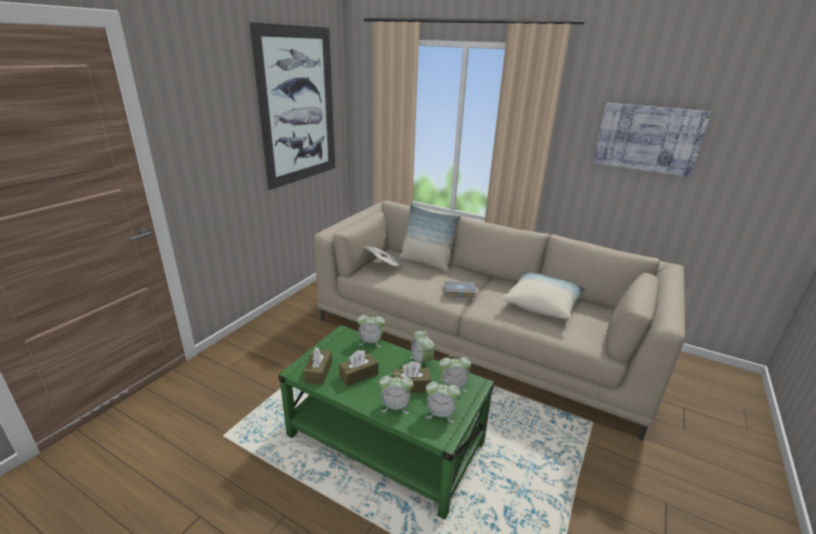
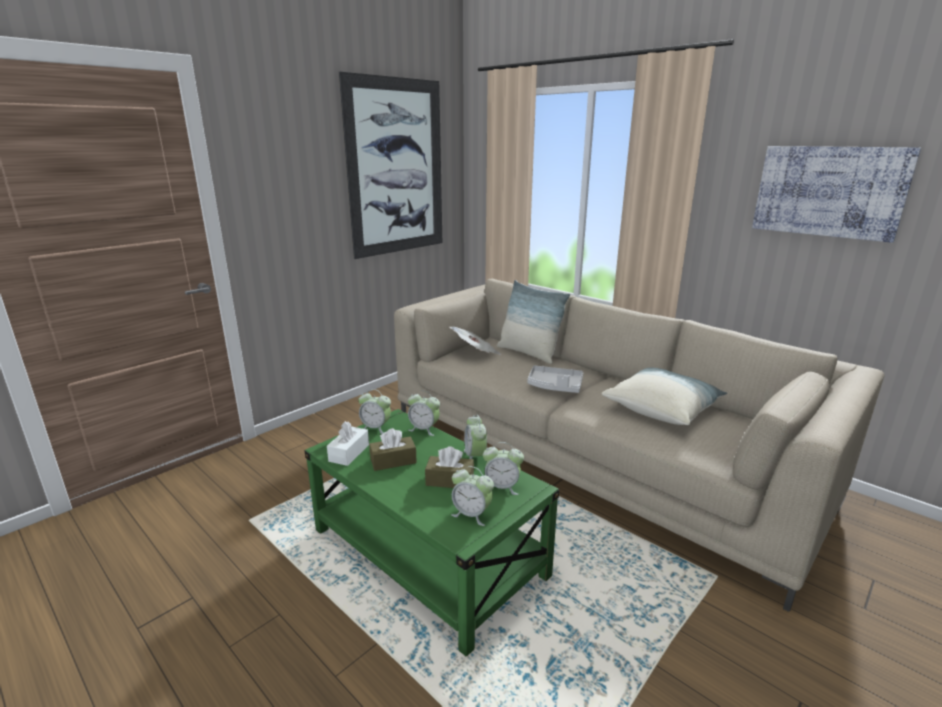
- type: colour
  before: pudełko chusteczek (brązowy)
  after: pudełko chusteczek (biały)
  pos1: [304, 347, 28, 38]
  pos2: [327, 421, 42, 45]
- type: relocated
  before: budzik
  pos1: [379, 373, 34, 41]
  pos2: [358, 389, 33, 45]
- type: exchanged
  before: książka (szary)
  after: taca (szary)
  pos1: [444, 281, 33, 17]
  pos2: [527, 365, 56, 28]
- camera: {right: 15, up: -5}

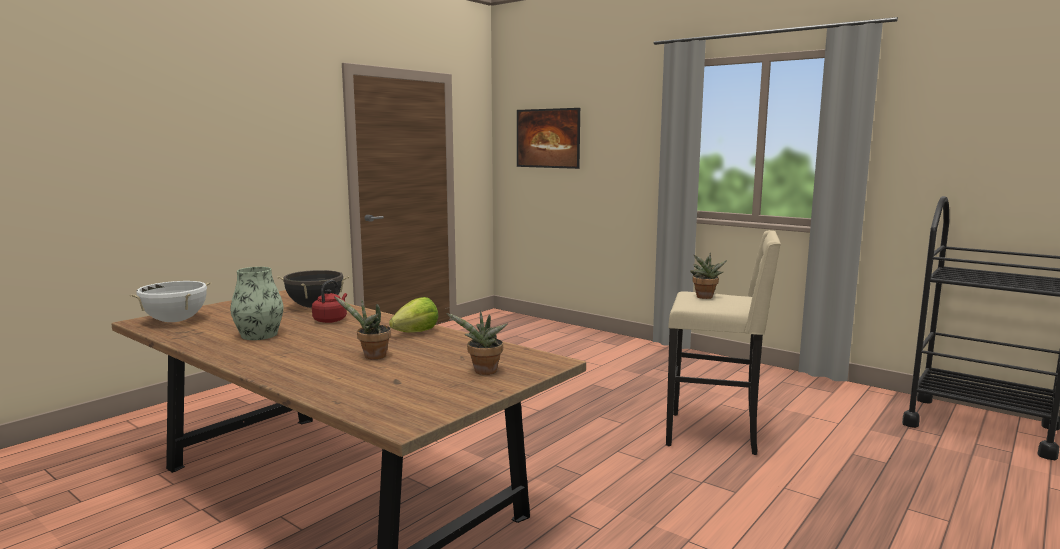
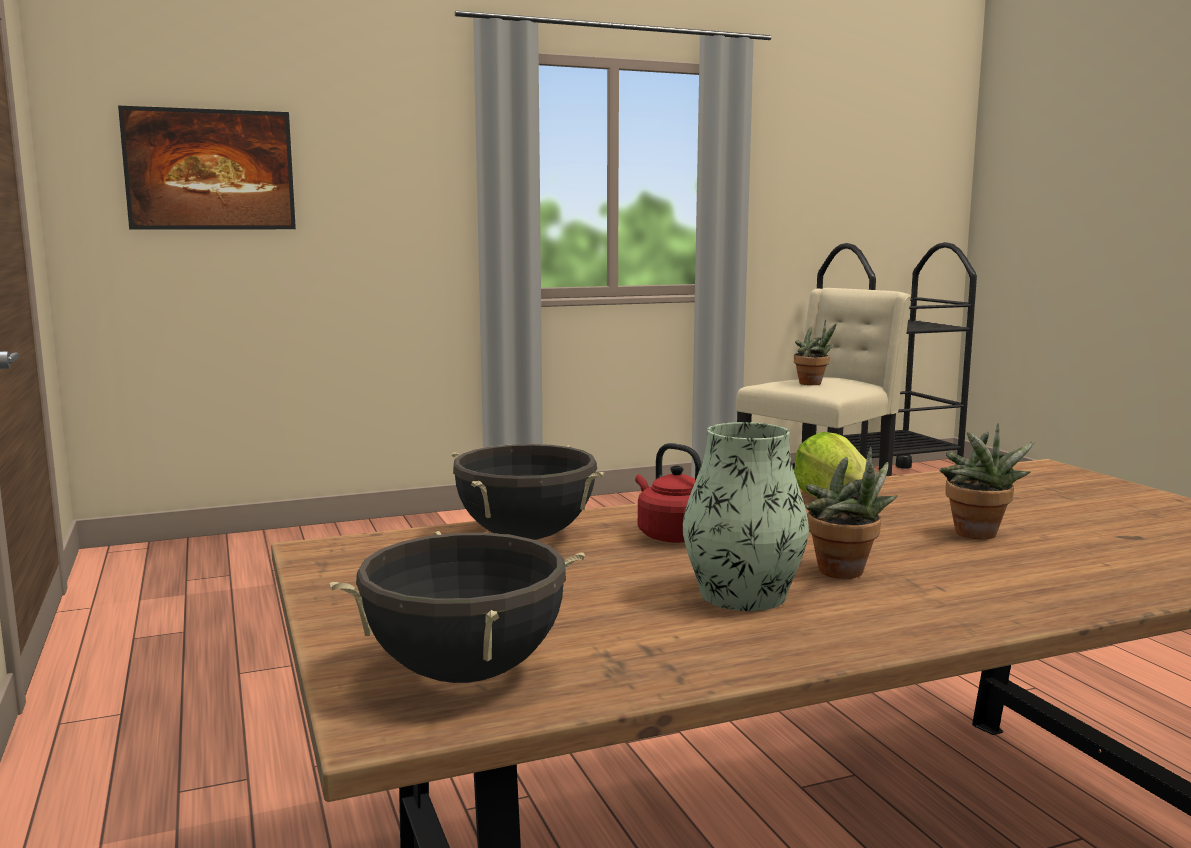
- type: colour
  before: garnek (biały)
  after: garnek (czarny)
  pos1: [130, 281, 81, 41]
  pos2: [330, 531, 255, 152]
- type: relocated
  before: roślina doniczkowa
  pos1: [446, 310, 62, 65]
  pos2: [806, 447, 92, 132]
- camera: {right: -60, up: 0}

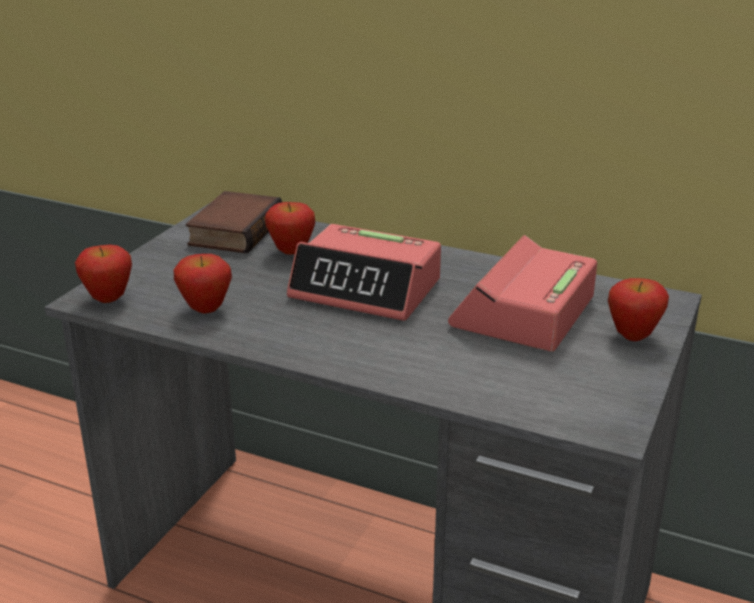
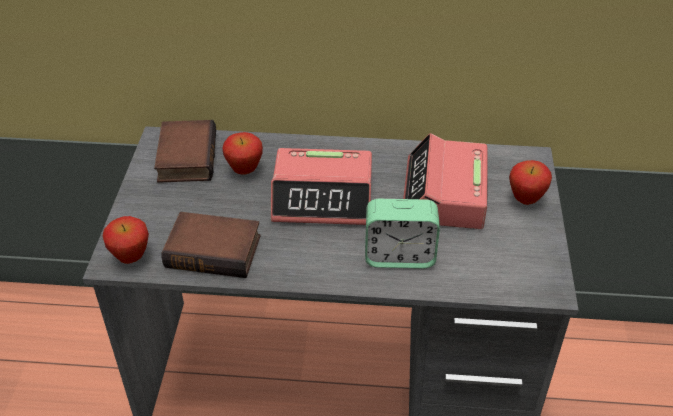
- type: exchanged
  before: jabłko
  after: książka
  pos1: [174, 254, 58, 60]
  pos2: [162, 212, 99, 66]
- type: appeared
  after: budzik
  pos2: [365, 199, 75, 70]
- camera: {right: -20, up: 15}

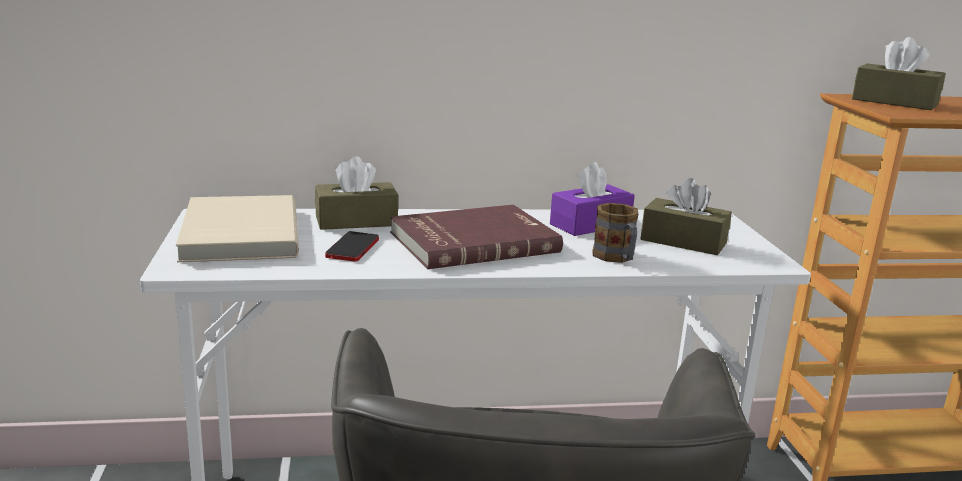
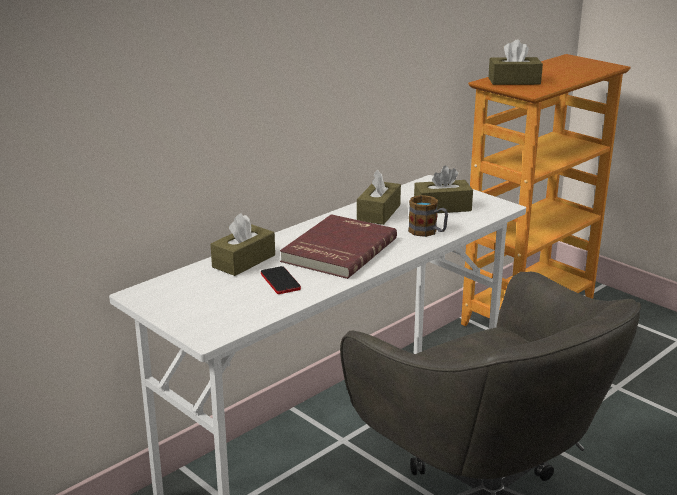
- type: missing
  before: książka (beżowy)
  pos1: [176, 195, 123, 67]
- type: colour
  before: pudełko chusteczek (fioletowy)
  after: pudełko chusteczek (brązowy)
  pos1: [550, 162, 85, 74]
  pos2: [357, 169, 44, 56]
- camera: {right: -35, up: 5}

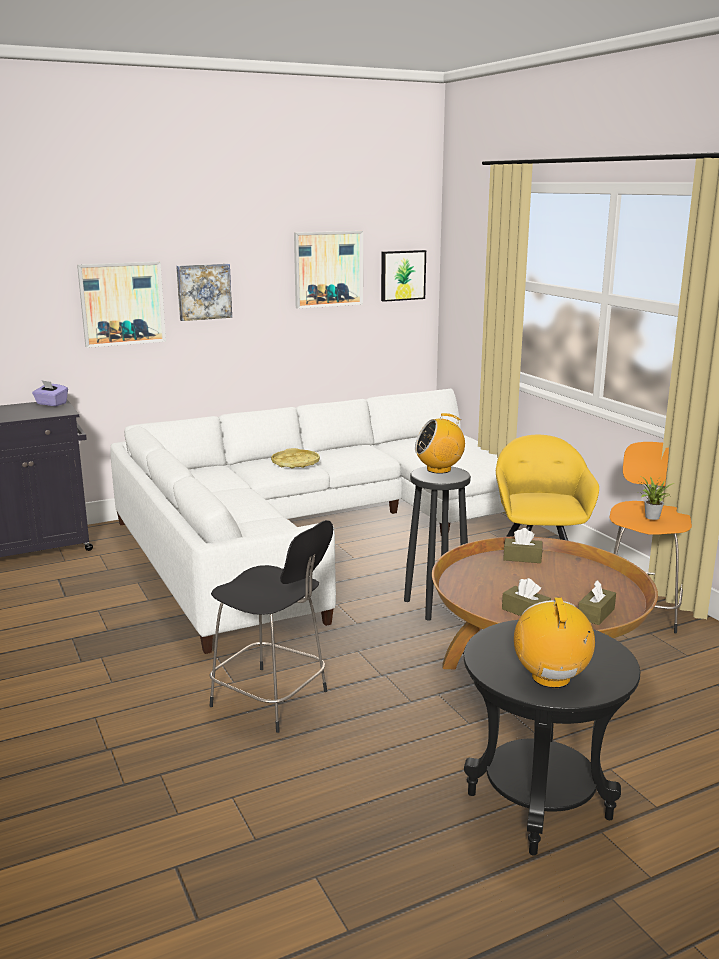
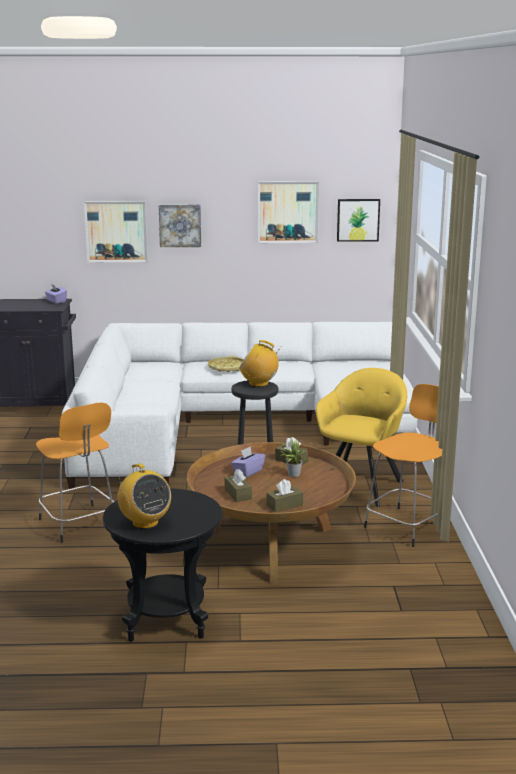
- type: colour
  before: stołek (czarny)
  after: stołek (pomarańczowy)
  pos1: [210, 520, 123, 213]
  pos2: [36, 403, 78, 140]
- type: spun
  before: radio
  pos1: [514, 597, 81, 91]
  pos2: [117, 464, 54, 65]
  turn: 120
- type: relocated
  before: roślina doniczkowa
  pos1: [638, 476, 36, 44]
  pos2: [280, 438, 28, 39]
- type: appeared
  after: pudełko chusteczek (fioletowy)
  pos2: [231, 447, 34, 30]
- camera: {right: 25, up: 0}

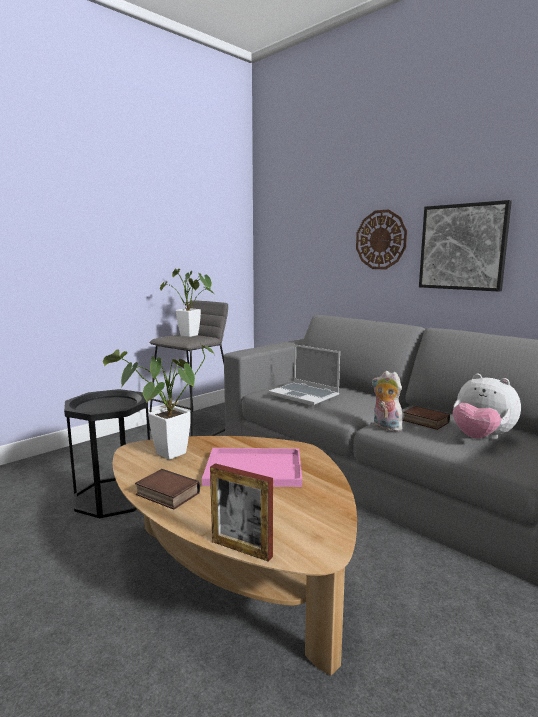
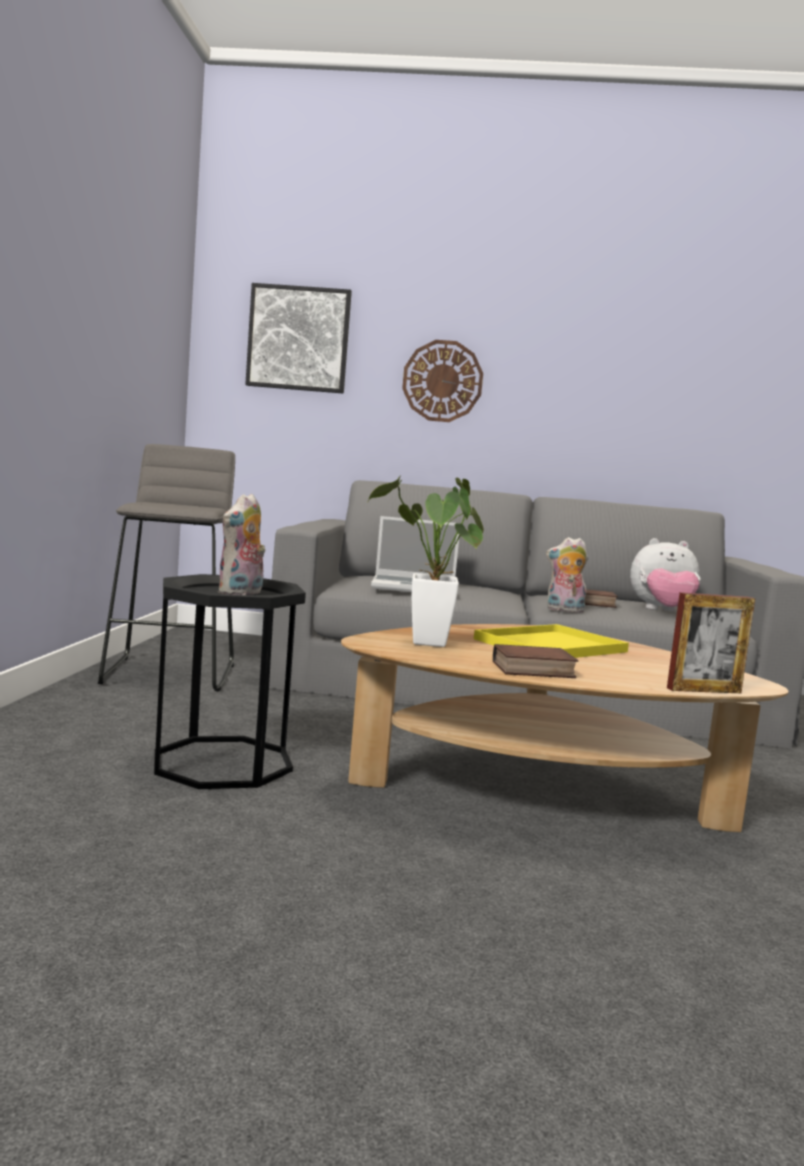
- type: missing
  before: roślina doniczkowa
  pos1: [160, 268, 54, 69]
- type: colour
  before: taca (różowy)
  after: taca (żółty)
  pos1: [202, 448, 100, 39]
  pos2: [474, 624, 155, 34]
- type: relocated
  before: obraz
  pos1: [419, 200, 93, 92]
  pos2: [245, 283, 107, 111]
- type: appeared
  after: pluszak
  pos2: [218, 494, 47, 101]
- camera: {right: -40, up: -5}

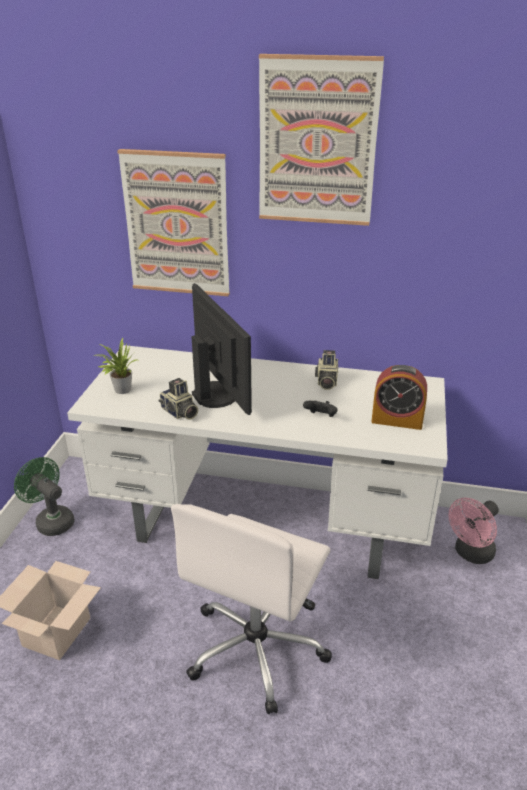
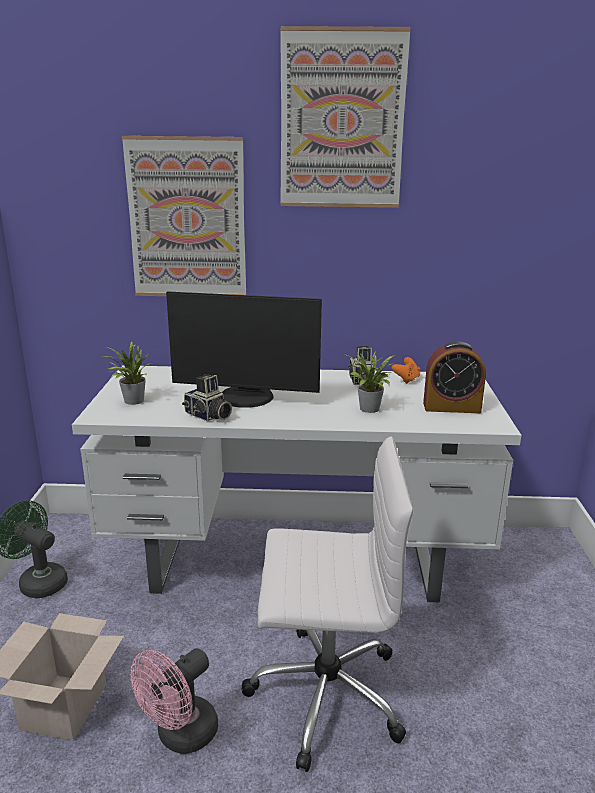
- type: spun
  before: krzesło biurowe (biały)
  pos1: [171, 504, 161, 210]
  pos2: [241, 437, 172, 335]
  turn: -105
- type: spun
  before: monitor
  pos1: [191, 283, 61, 132]
  pos2: [166, 291, 156, 117]
  turn: 135
- type: exchanged
  before: pad do gier (czarny)
  after: roślina doniczkowa
  pos1: [303, 400, 34, 17]
  pos2: [343, 351, 50, 62]
- type: relocated
  before: wentylator (różowy)
  pos1: [448, 498, 51, 66]
  pos2: [130, 648, 88, 106]
- type: appeared
  after: pad do gier (pomarańczowy)
  pos2: [392, 357, 28, 27]
- camera: {right: -10, up: -10}

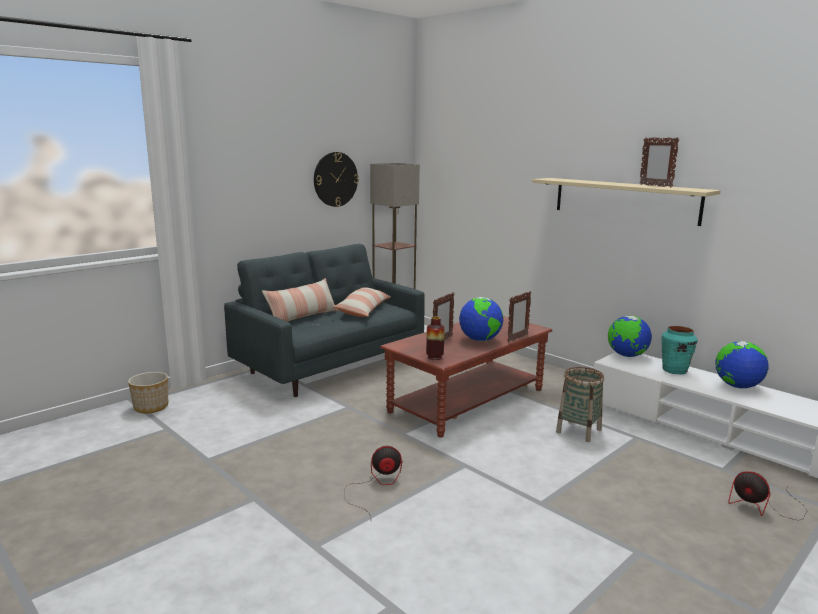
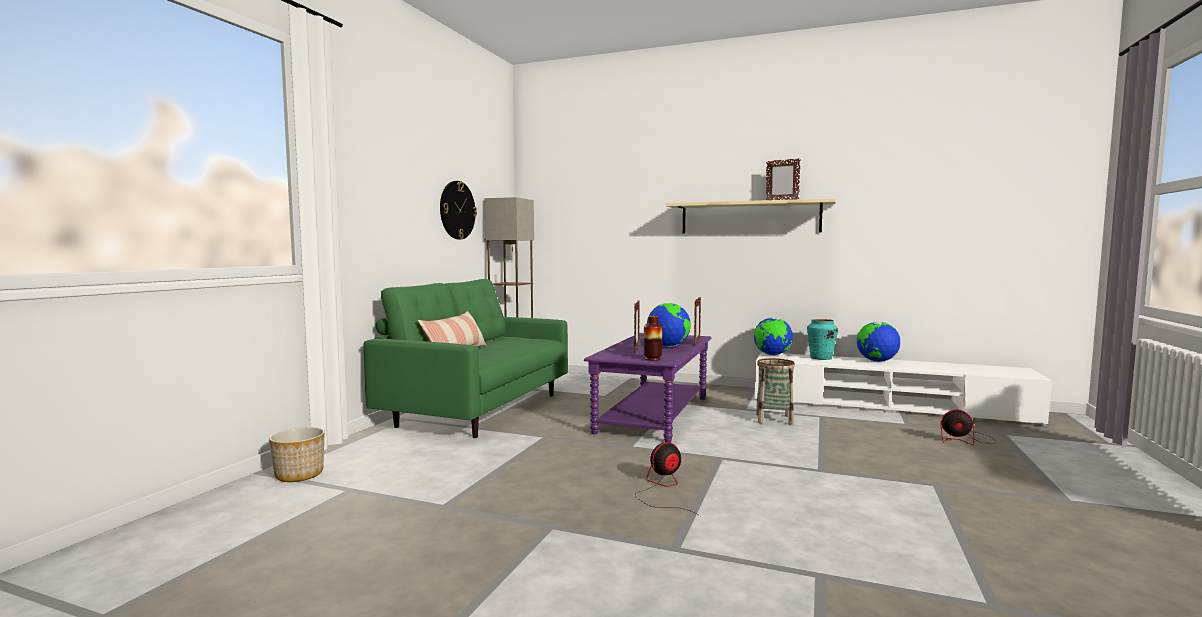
- type: colour
  before: kanapa (szary)
  after: kanapa (zielony)
  pos1: [224, 244, 201, 153]
  pos2: [364, 279, 204, 159]
- type: missing
  before: poduszka
  pos1: [333, 287, 58, 30]
- type: colour
  before: ława (brązowy)
  after: ława (fioletowy)
  pos1: [380, 316, 172, 122]
  pos2: [584, 333, 127, 110]
- camera: {right: -25, up: -10}

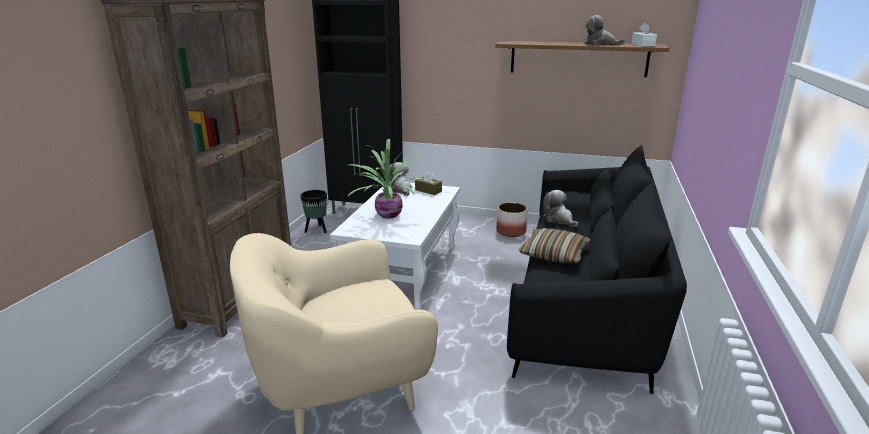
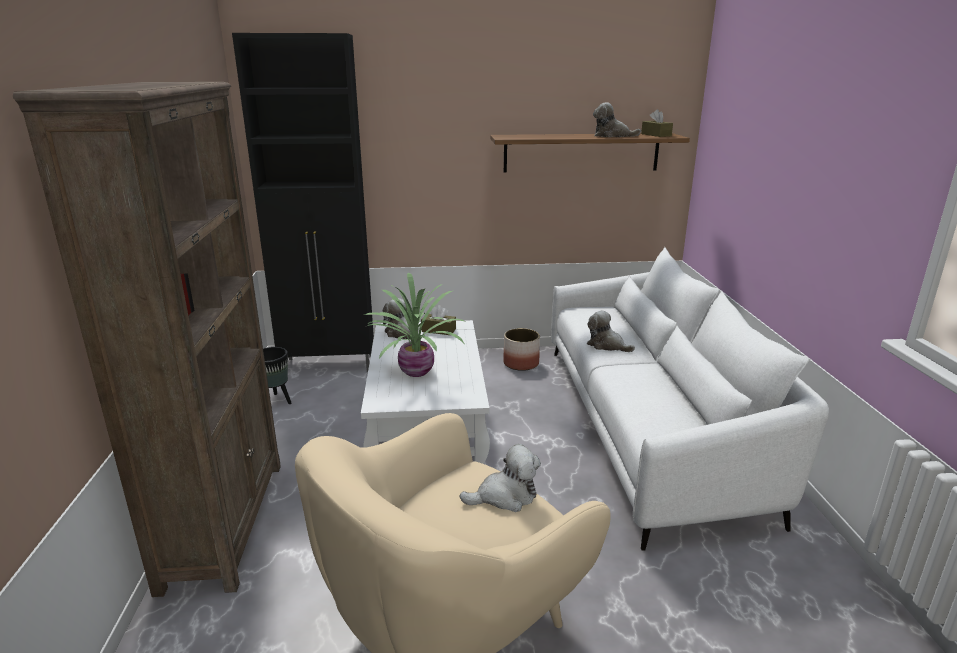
- type: colour
  before: kanapa (czarny)
  after: kanapa (biały)
  pos1: [507, 145, 180, 249]
  pos2: [551, 247, 278, 304]
- type: missing
  before: poduszka
  pos1: [519, 228, 71, 35]
- type: colour
  before: pudełko chusteczek (biały)
  after: pudełko chusteczek (brązowy)
  pos1: [632, 22, 25, 24]
  pos2: [641, 109, 32, 28]
- type: appeared
  after: pluszak
  pos2: [460, 444, 81, 68]
- camera: {right: -20, up: 0}

